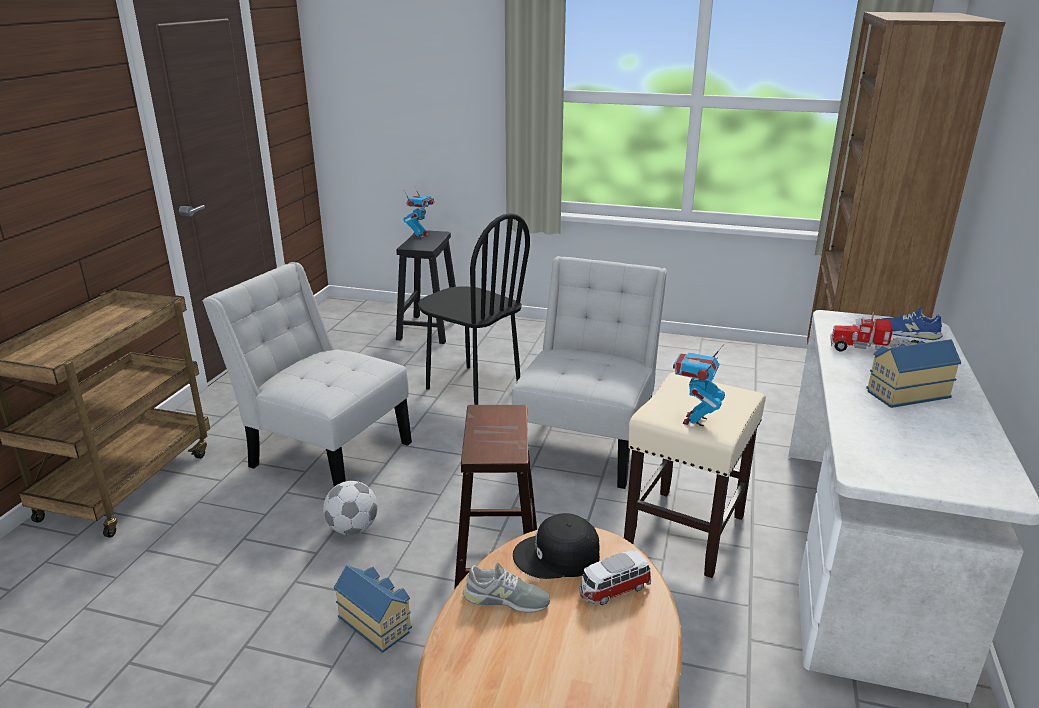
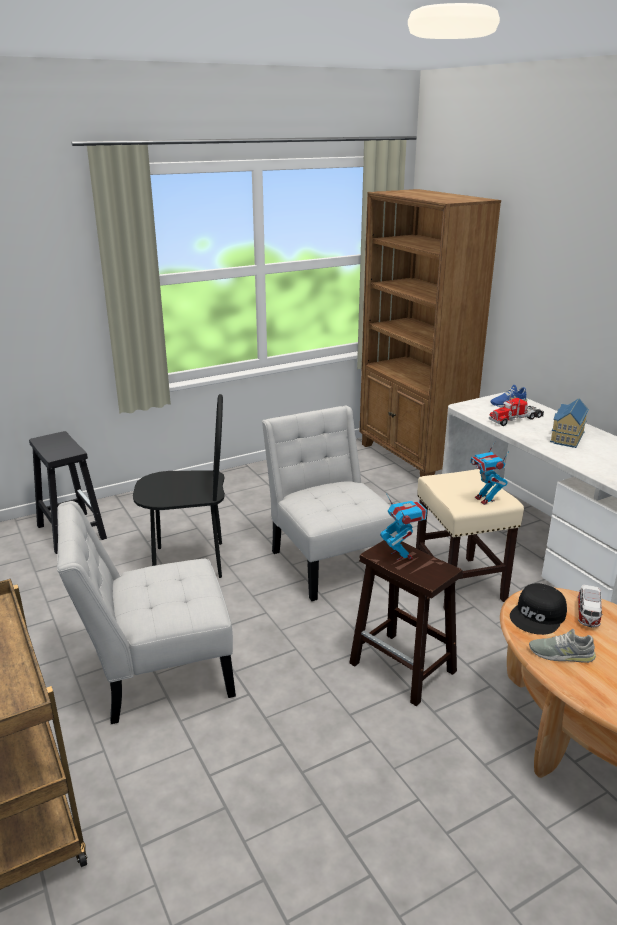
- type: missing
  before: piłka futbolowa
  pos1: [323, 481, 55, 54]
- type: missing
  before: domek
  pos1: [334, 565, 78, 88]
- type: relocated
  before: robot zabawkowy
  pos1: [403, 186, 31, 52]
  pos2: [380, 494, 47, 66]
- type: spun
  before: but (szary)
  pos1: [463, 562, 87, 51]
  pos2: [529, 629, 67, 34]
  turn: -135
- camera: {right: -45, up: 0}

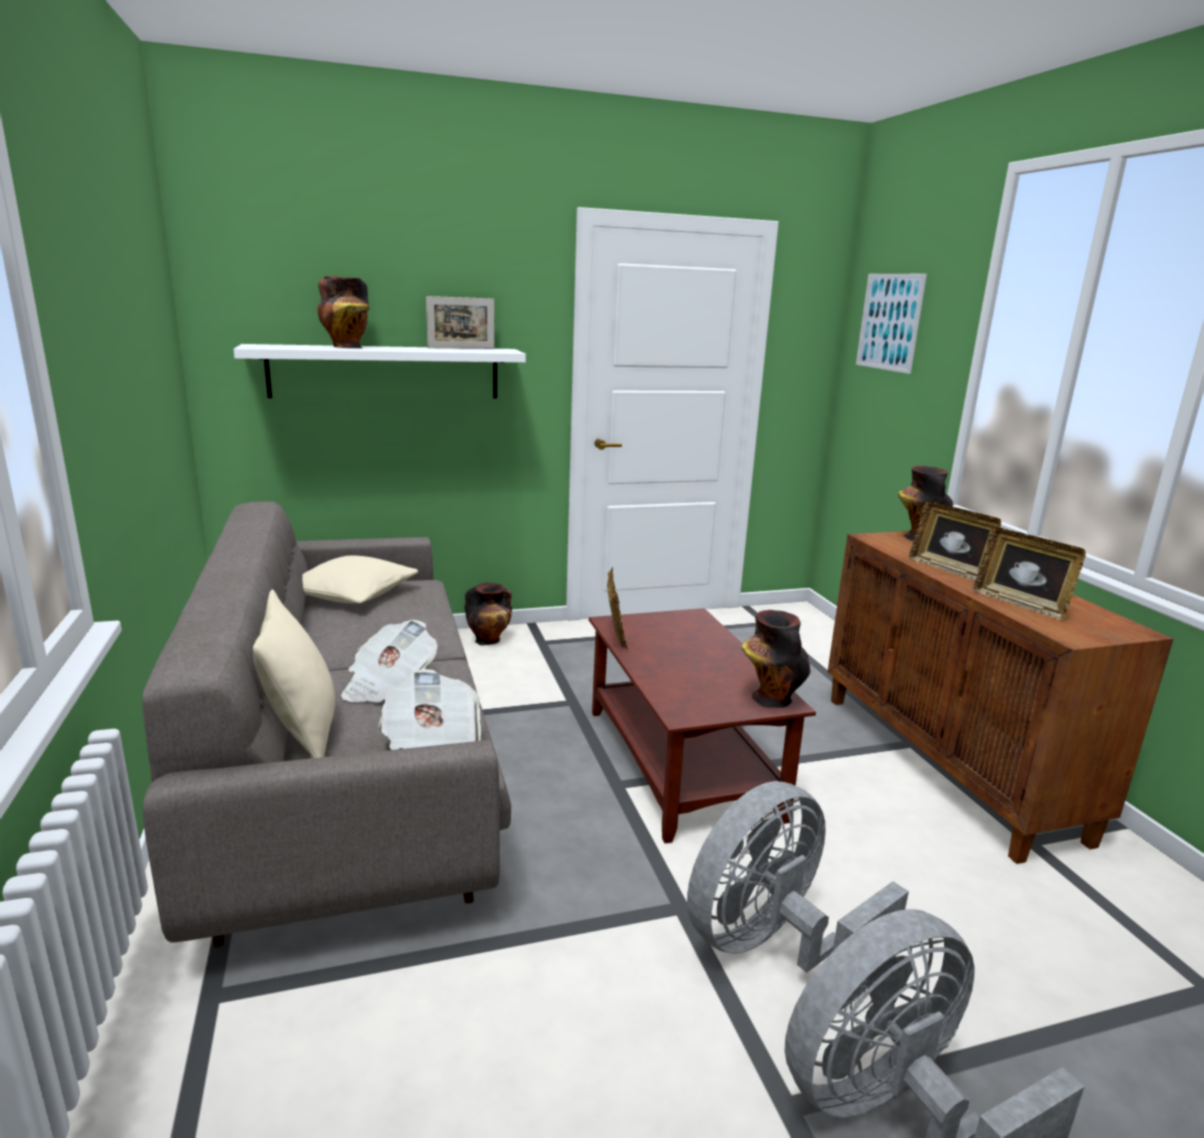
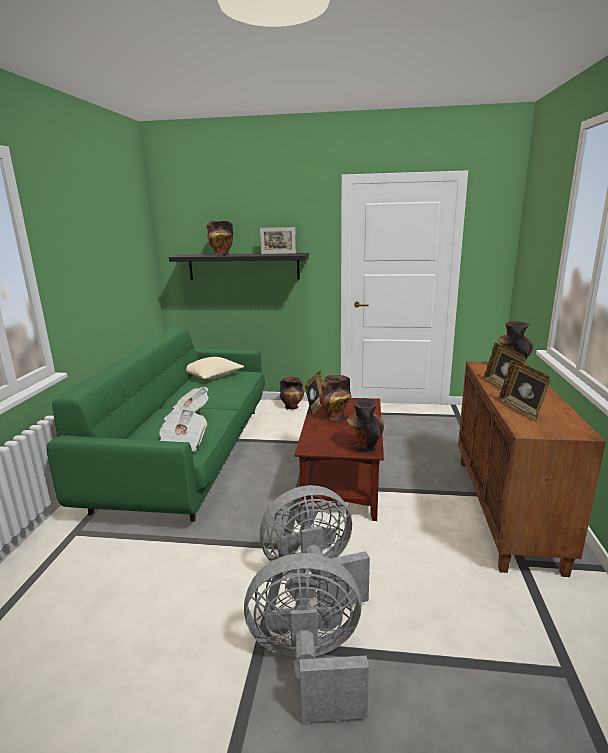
- type: colour
  before: kanapa (szary)
  after: kanapa (zielony)
  pos1: [142, 501, 369, 446]
  pos2: [46, 329, 219, 193]
- type: colour
  before: półka (biały)
  after: półka (czarny)
  pos1: [234, 344, 292, 55]
  pos2: [169, 253, 140, 27]
- type: missing
  before: poduszka (beżowy)
  pos1: [253, 590, 82, 168]
- type: missing
  before: obraz
  pos1: [856, 274, 71, 100]
- type: appeared
  after: wazon
  pos2: [319, 375, 33, 46]
- camera: {right: 25, up: 0}

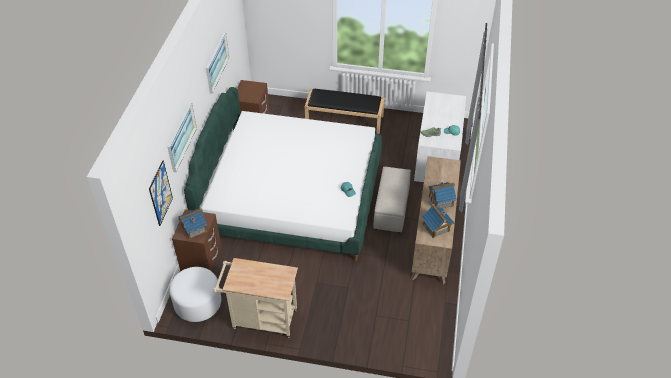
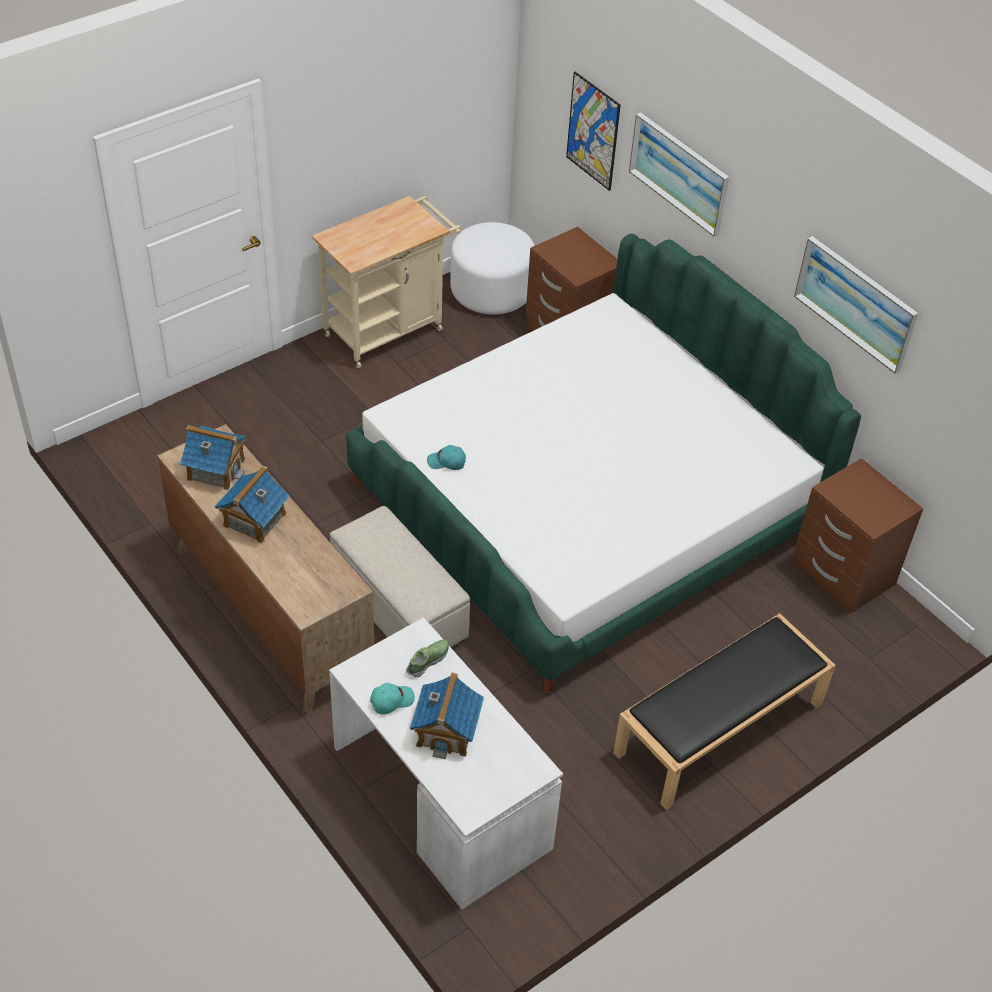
- type: relocated
  before: domek
  pos1: [178, 208, 30, 32]
  pos2: [410, 672, 74, 87]
- camera: {right: 130, up: 0}

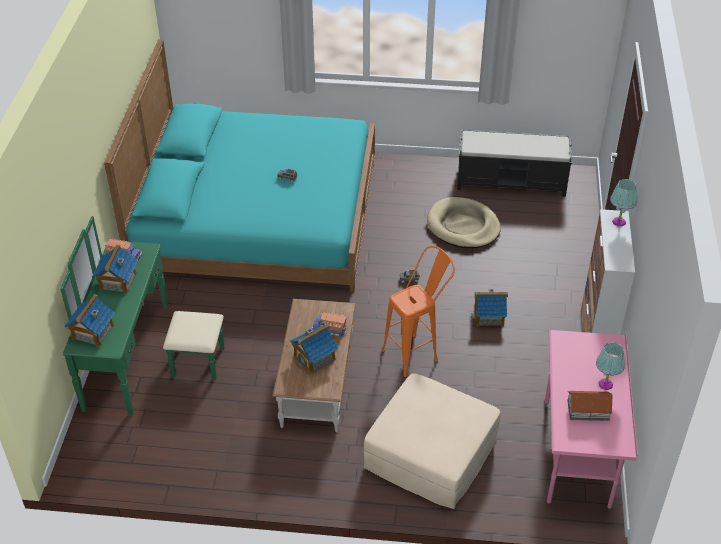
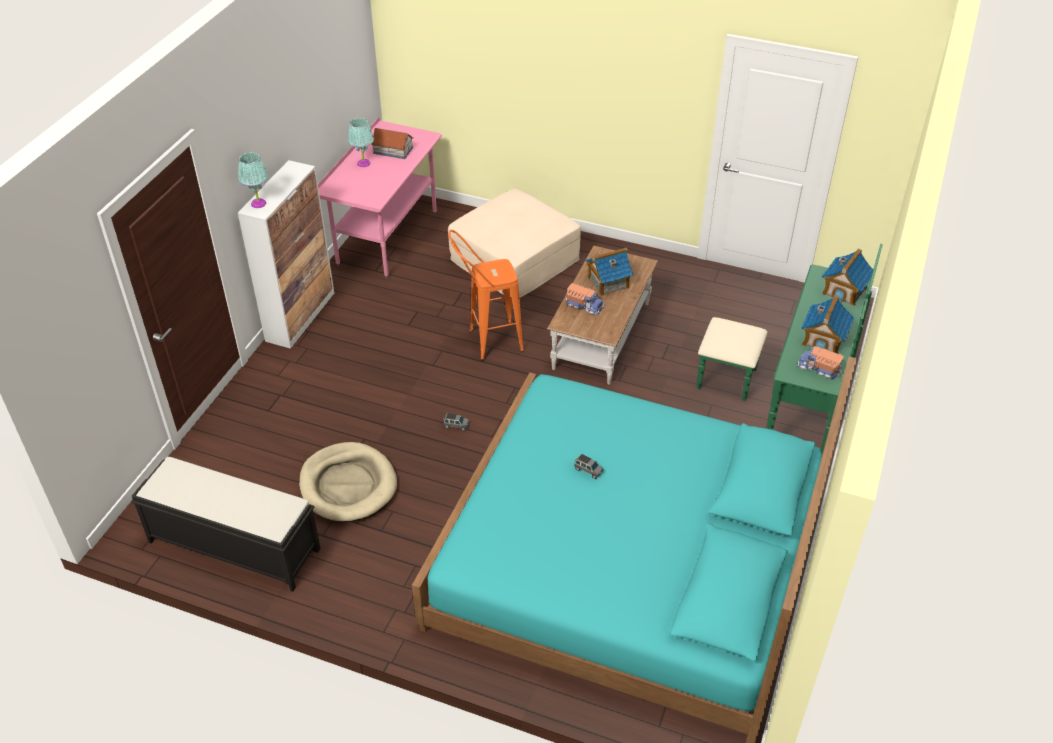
- type: missing
  before: domek
  pos1: [471, 289, 37, 38]
- camera: {right: -165, up: 0}

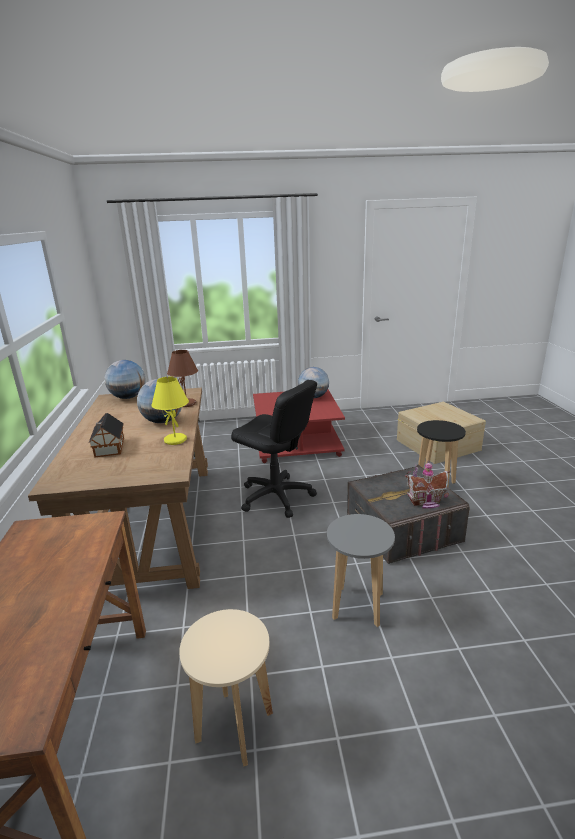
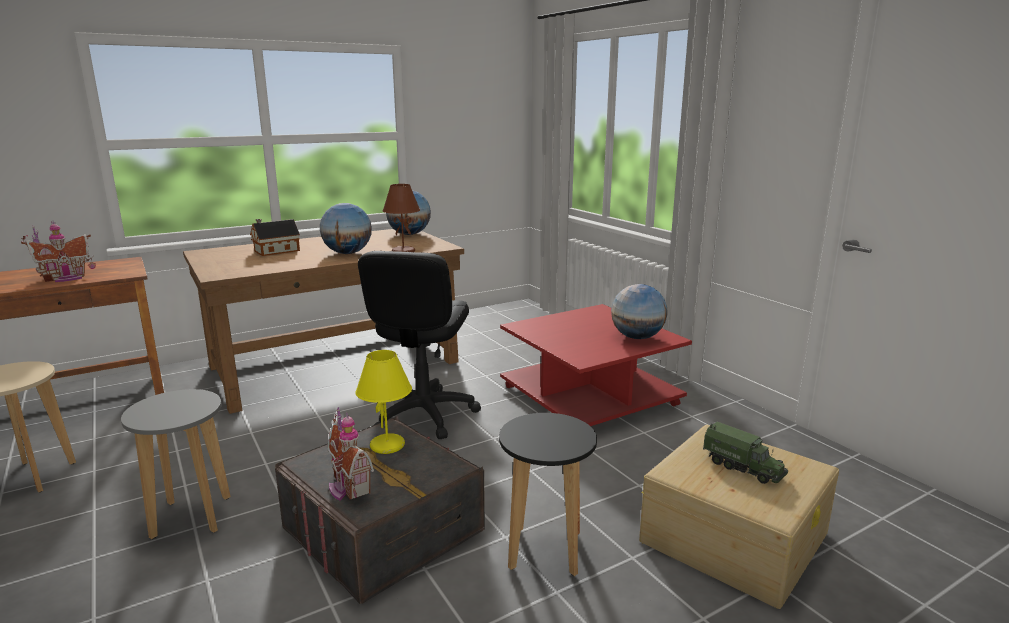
- type: relocated
  before: lampa stołowa (żółty)
  pos1: [151, 377, 38, 68]
  pos2: [355, 350, 57, 104]
- type: appeared
  after: domek
  pos2: [21, 220, 75, 62]
- type: appeared
  after: ciężarówka zabawkowa
  pos2: [703, 422, 85, 62]
- camera: {right: 65, up: -5}

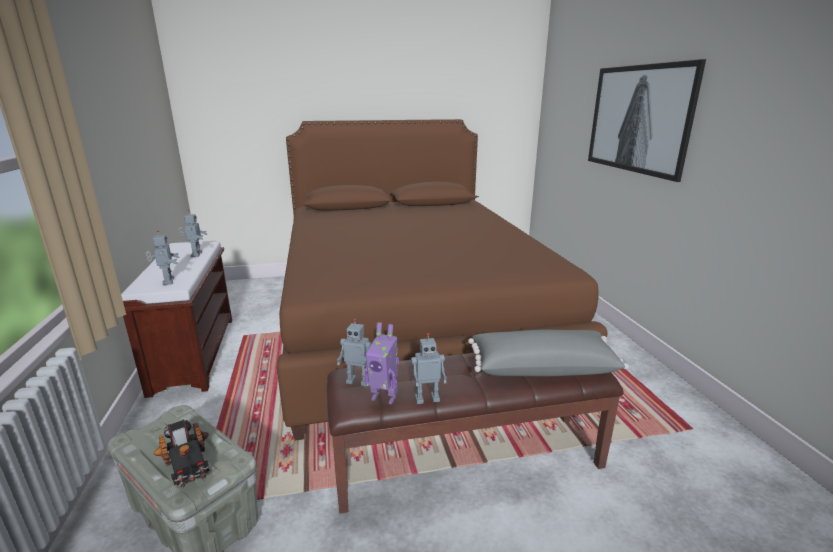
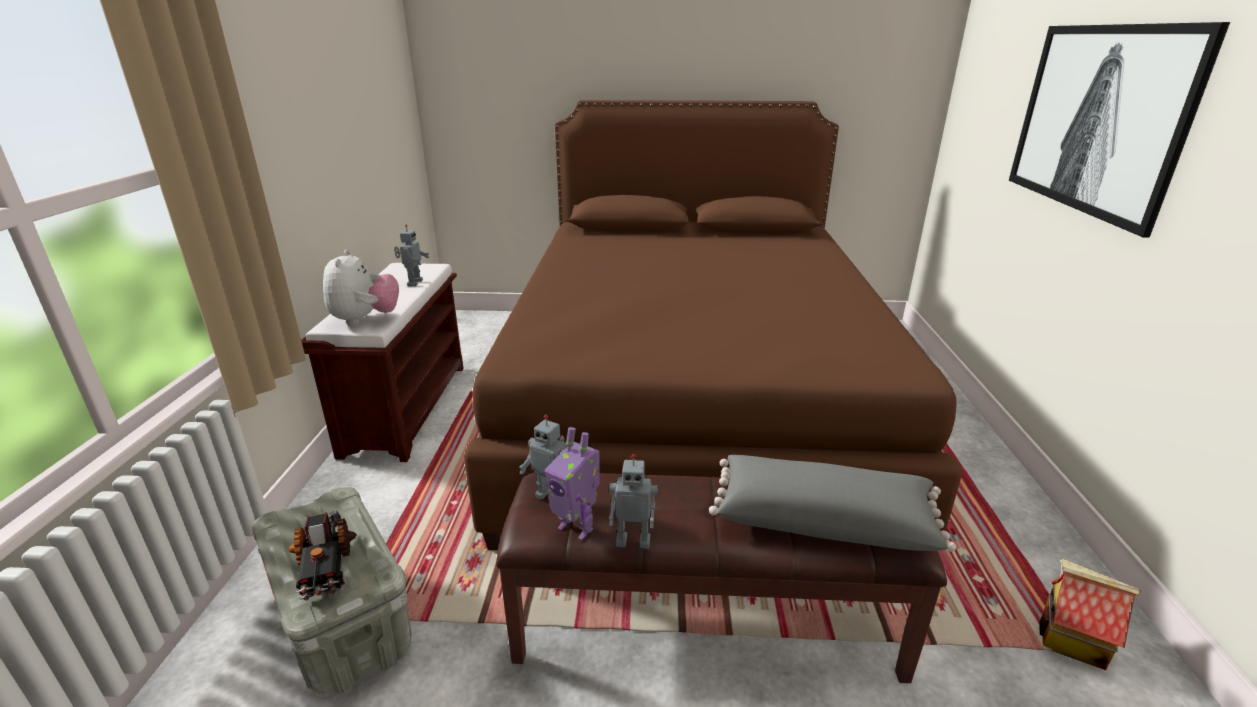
- type: exchanged
  before: robot zabawkowy
  after: pluszak
  pos1: [146, 230, 33, 55]
  pos2: [323, 250, 76, 76]
- type: appeared
  after: domek
  pos2: [1039, 559, 103, 111]
- camera: {right: 15, up: 5}

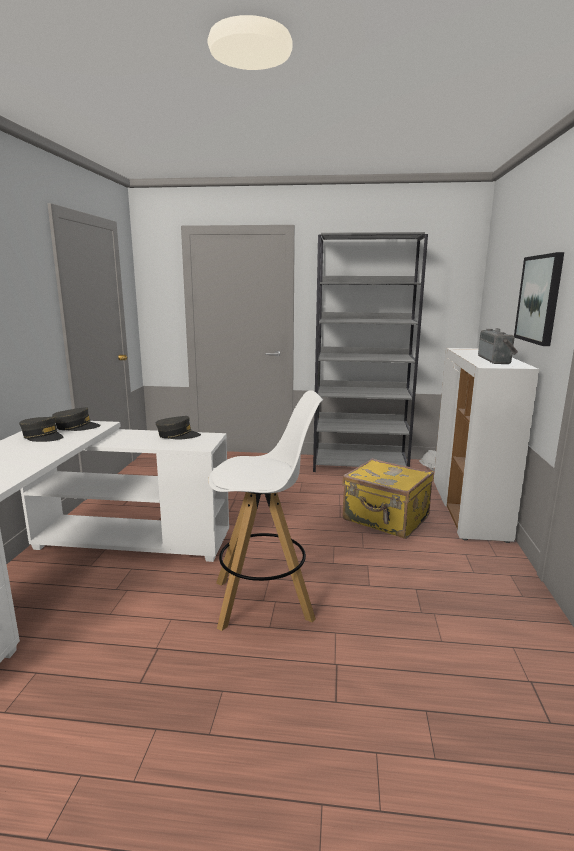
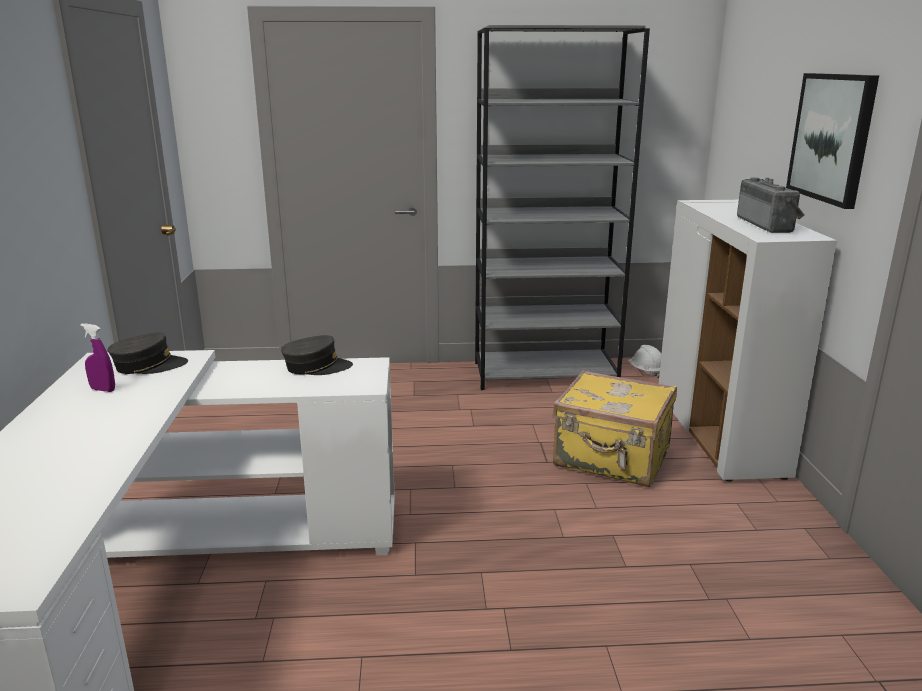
- type: exchanged
  before: czapka z daszkiem (szary)
  after: spryskiwacz (fioletowy)
  pos1: [19, 417, 44, 25]
  pos2: [81, 323, 34, 69]
- type: missing
  before: stołek (biały)
  pos1: [208, 390, 115, 241]
- camera: {right: -10, up: 5}

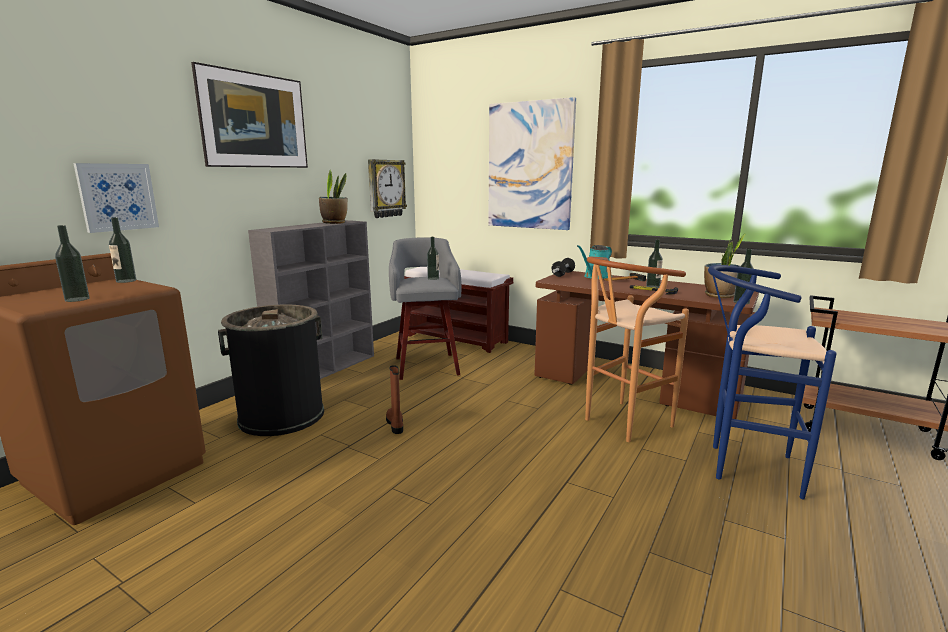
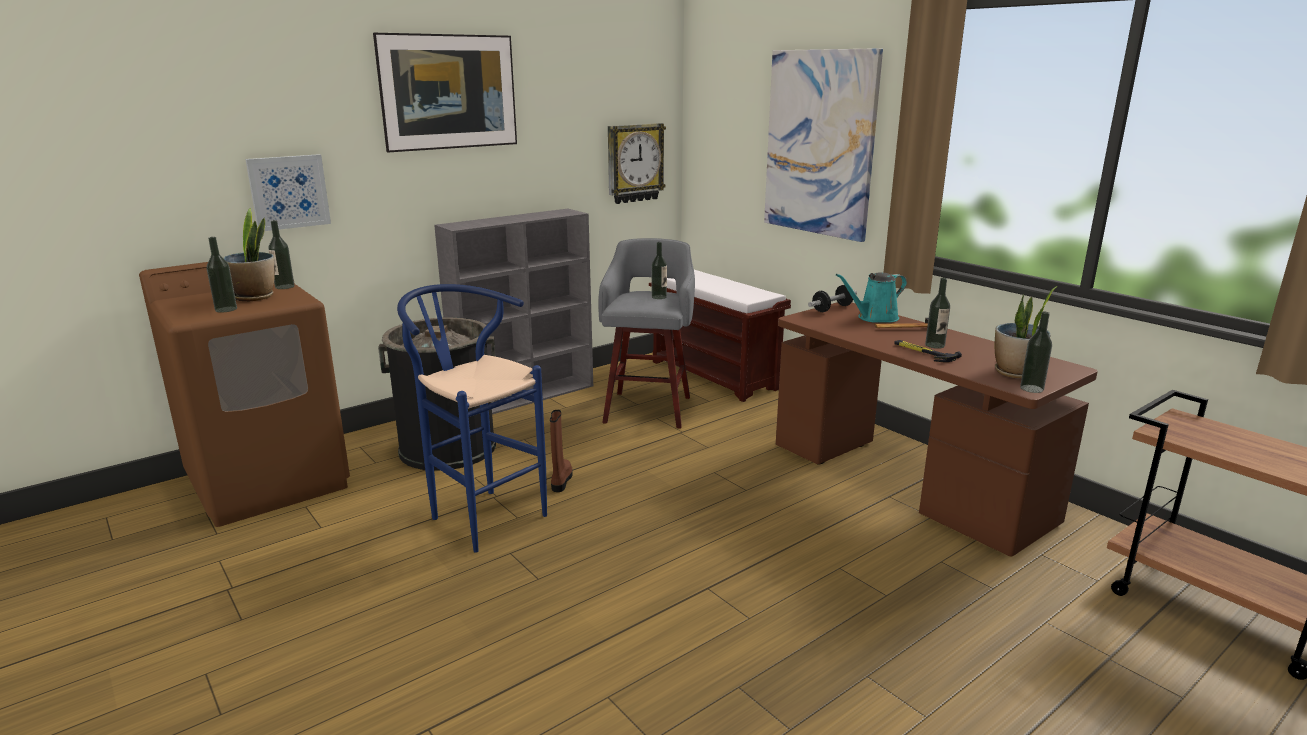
- type: relocated
  before: roślina doniczkowa
  pos1: [319, 170, 29, 54]
  pos2: [224, 208, 51, 93]
- type: missing
  before: stołek (brązowy)
  pos1: [585, 257, 104, 185]
- type: relocated
  before: stołek (niebieski)
  pos1: [708, 265, 128, 235]
  pos2: [397, 284, 150, 269]
- camera: {right: 20, up: 5}

